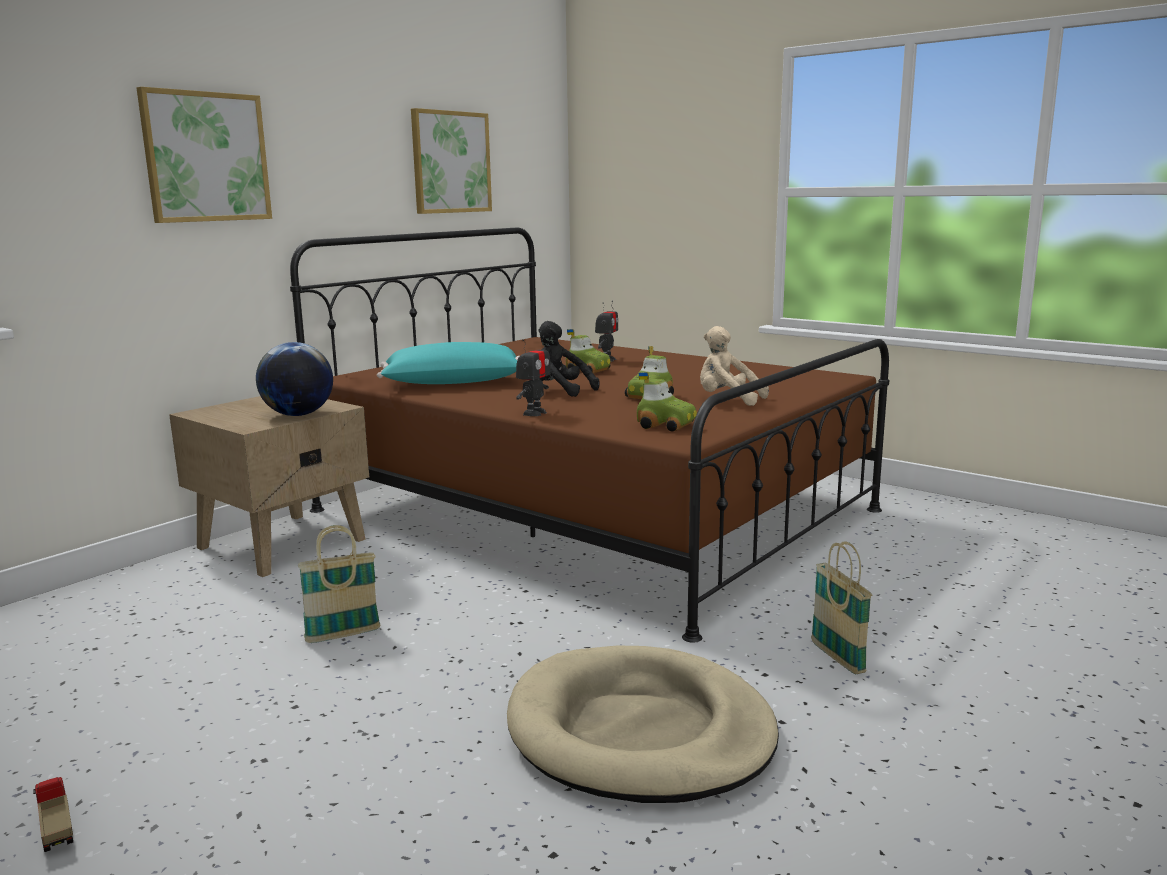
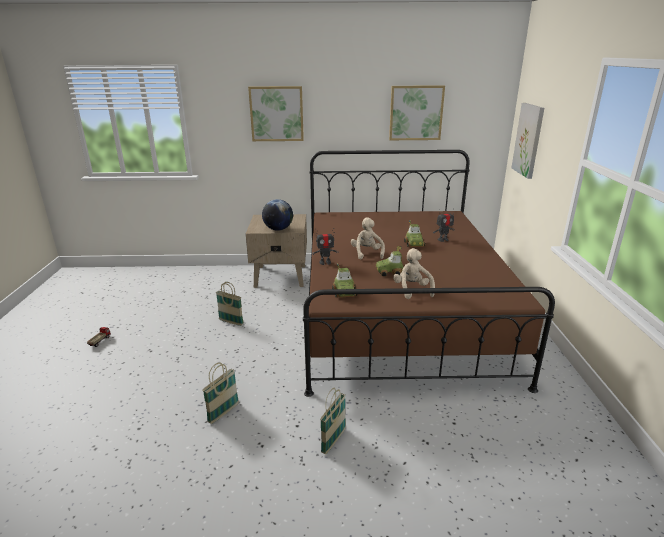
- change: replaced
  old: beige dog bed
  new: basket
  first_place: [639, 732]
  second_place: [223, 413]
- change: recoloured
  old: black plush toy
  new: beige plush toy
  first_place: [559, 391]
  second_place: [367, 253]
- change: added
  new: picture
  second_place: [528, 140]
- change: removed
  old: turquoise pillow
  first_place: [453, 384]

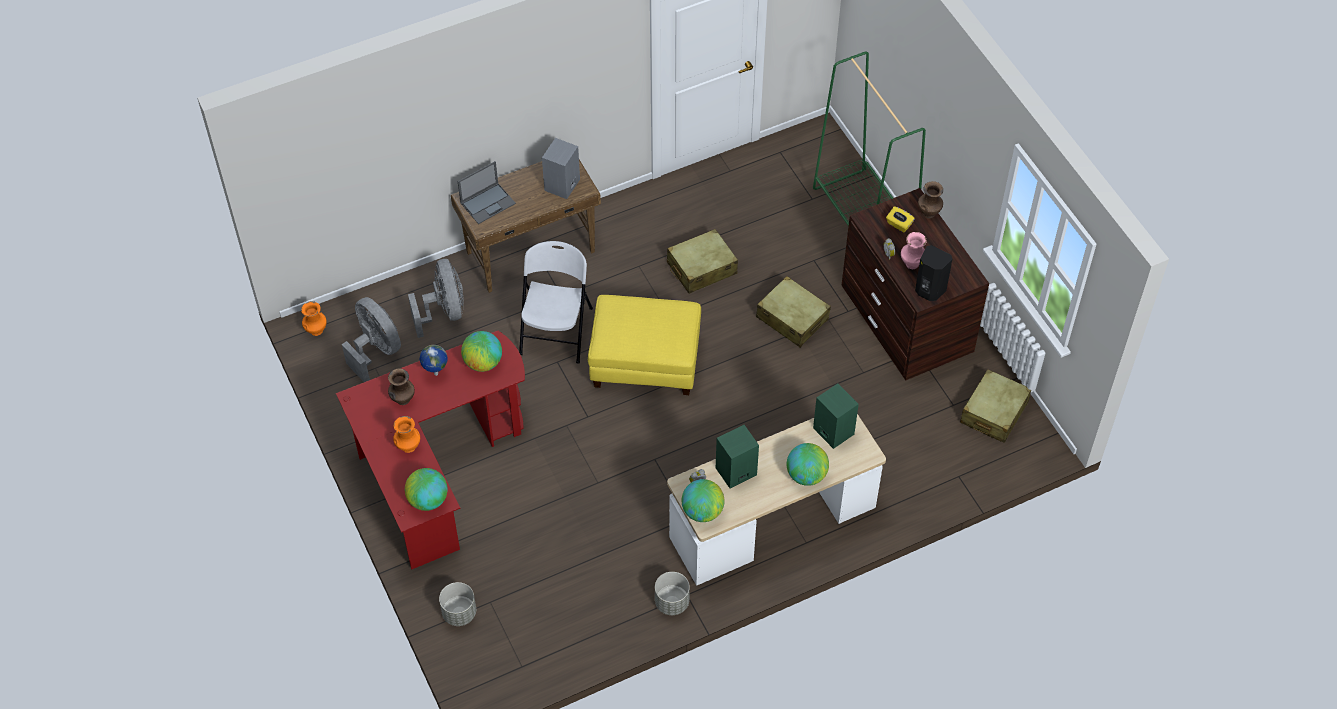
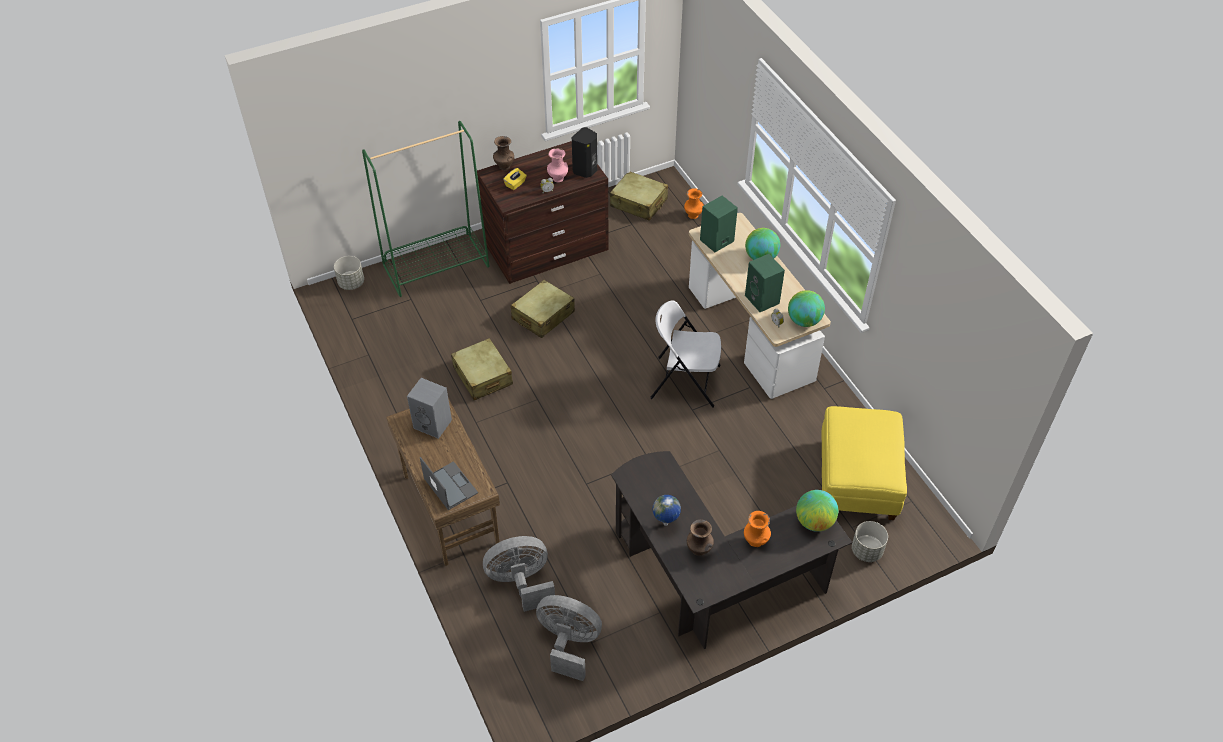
- change: moved
  old: grey planter
  first_place: [672, 602]
  second_place: [351, 283]
- change: turned
  old: grey fan
  first_place: [376, 350]
  second_place: [569, 643]
  degrees: 60
- change: recoloured
  old: red desk
  new: black desk
  first_place: [433, 467]
  second_place: [711, 581]
- change: moved
  old: white chair
  first_place: [556, 331]
  second_place: [685, 381]
- change: moved
  old: orange vase
  first_place: [316, 331]
  second_place: [693, 216]
- change: moved
  old: yellow ottoman
  first_place: [644, 362]
  second_place: [857, 480]
- change: removed
  old: globe
  first_place: [483, 362]

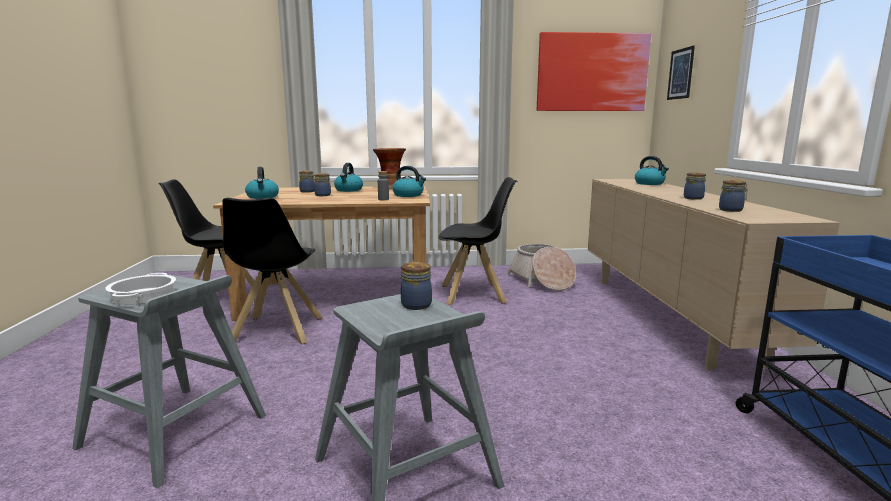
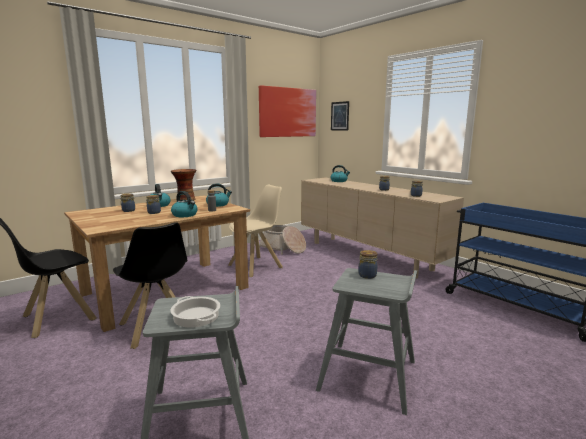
- change: moved
  old: kettle
  first_place: [262, 197]
  second_place: [185, 215]
- change: recoloured
  old: black chair
  new: beige chair
  first_place: [475, 294]
  second_place: [256, 266]

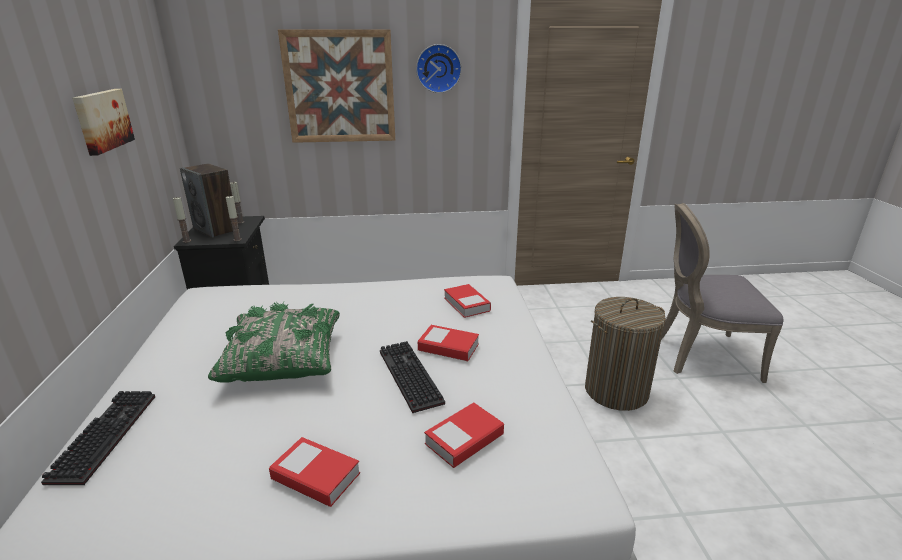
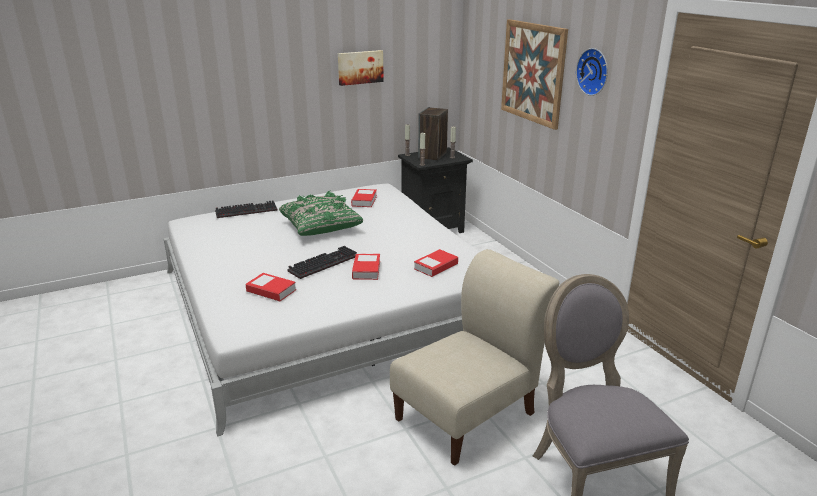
- change: moved
  old: book
  first_place: [316, 476]
  second_place: [364, 201]
- change: replaced
  old: laundry basket
  new: beige chair
  first_place: [616, 391]
  second_place: [469, 413]

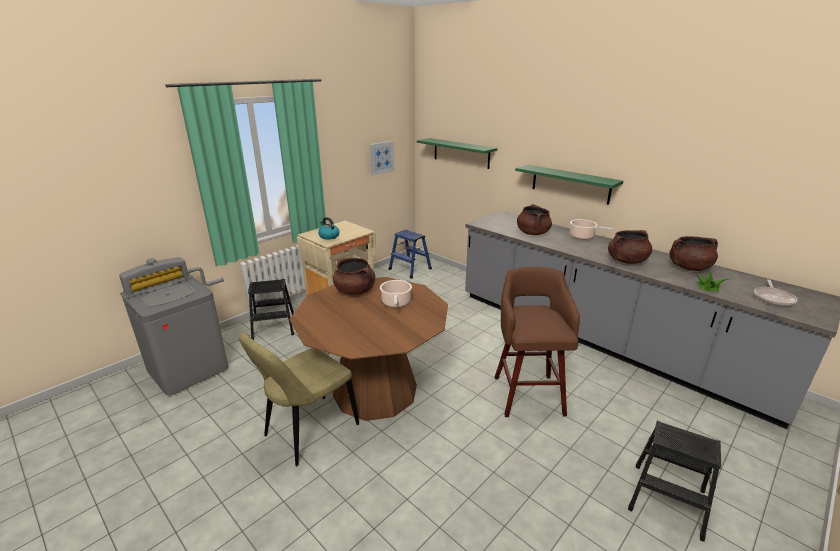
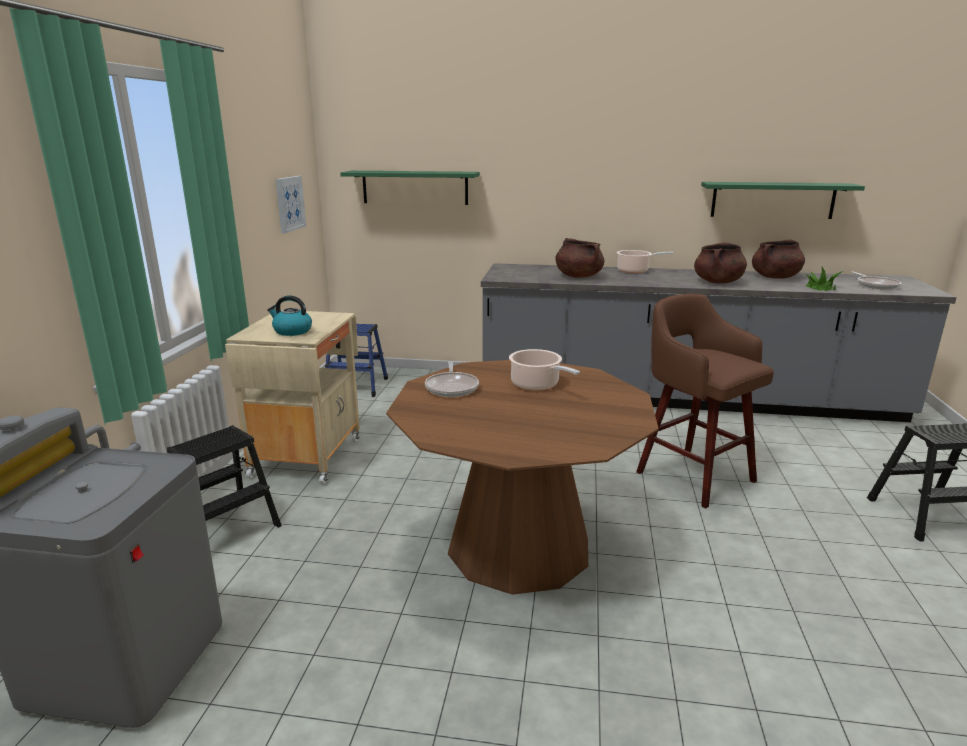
- change: replaced
  old: brown cooking pot
  new: frying pan
  first_place: [355, 291]
  second_place: [452, 387]
- change: moved
  old: green shelf
  first_place: [570, 184]
  second_place: [772, 200]
- change: removed
  old: beige chair
  first_place: [307, 432]

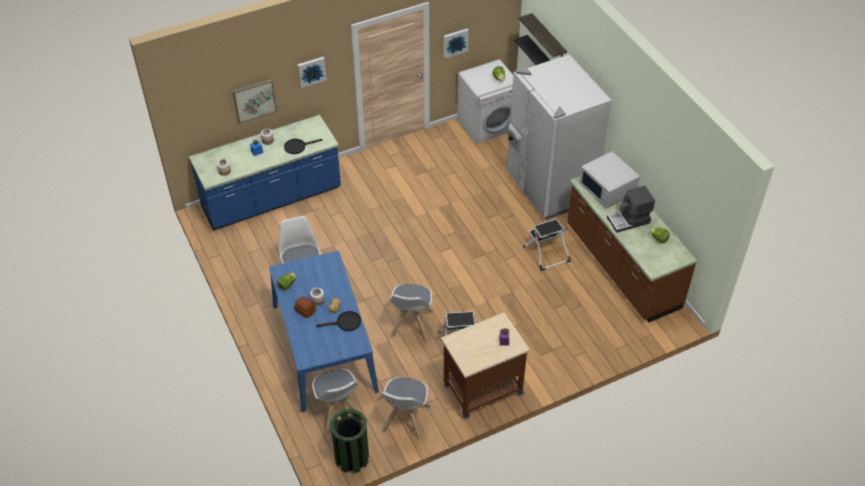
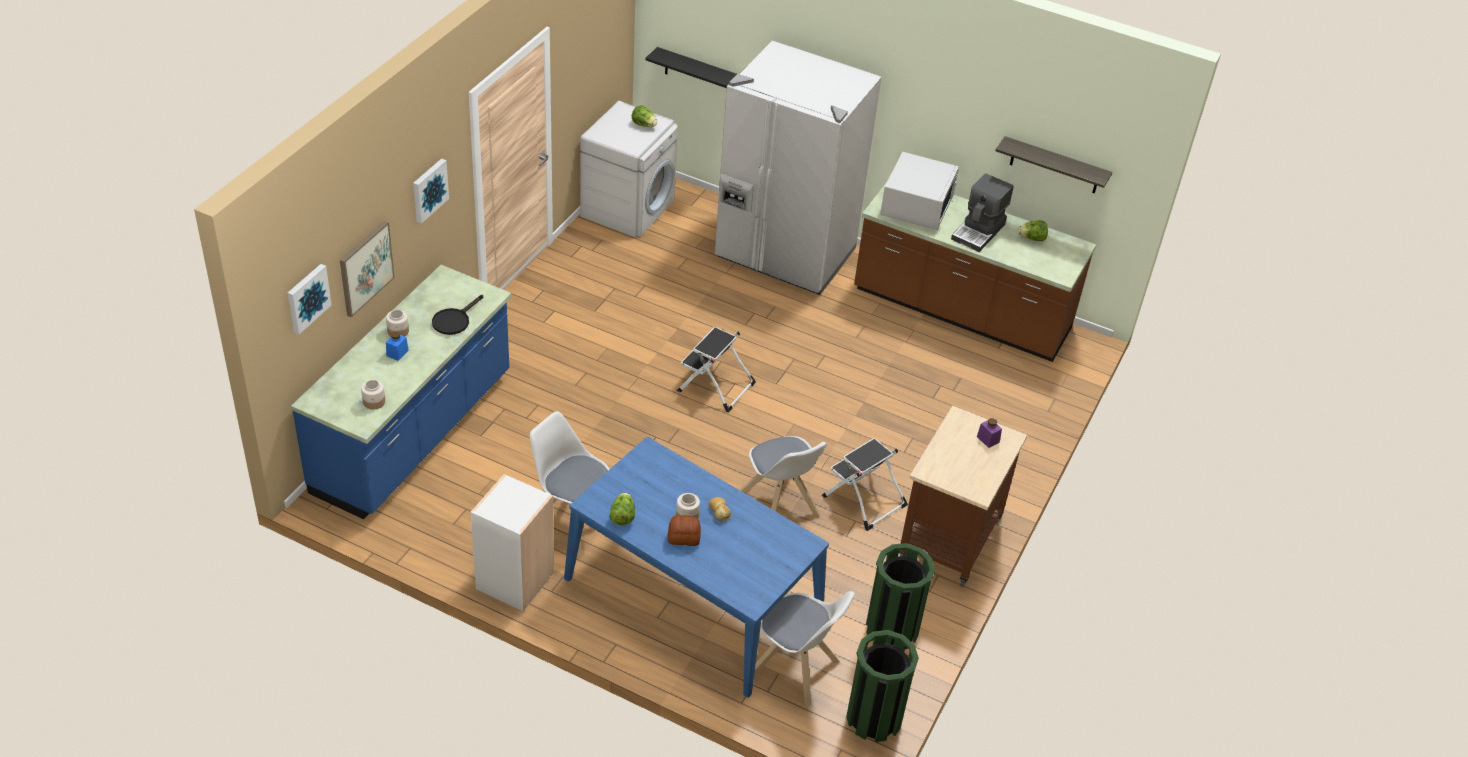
- change: moved
  old: picture
  first_place: [455, 42]
  second_place: [307, 297]
- change: added
  new: bookcase
  second_place: [514, 580]
- change: moved
  old: step ladder
  first_place: [547, 252]
  second_place: [715, 384]
- change: replaced
  old: chair
  new: green trash can
  first_place: [405, 420]
  second_place: [892, 629]
- change: turned
  old: white microwave
  first_place: [607, 189]
  second_place: [917, 205]
  degrees: -90
- change: moved
  old: shelf
  first_place: [548, 39]
  second_place: [1055, 166]
- change: removed
  old: black frying pan
  first_place: [345, 323]

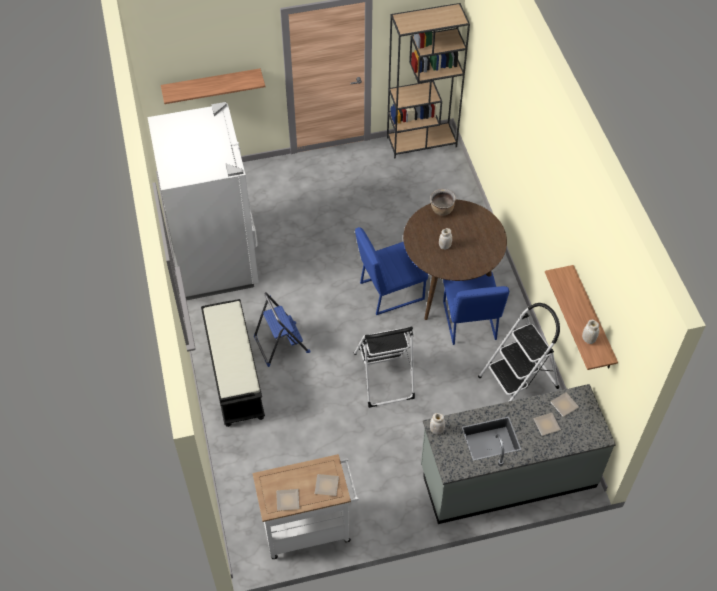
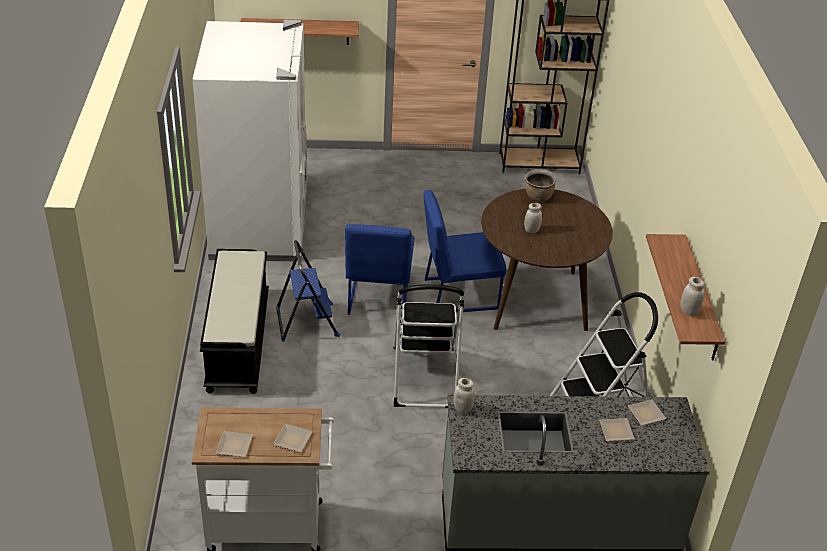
- change: moved
  old: blue chair
  first_place: [469, 322]
  second_place: [378, 297]

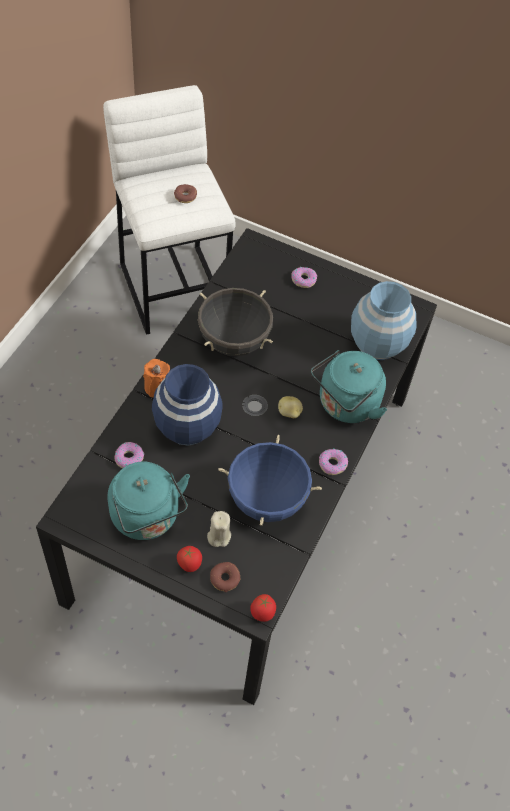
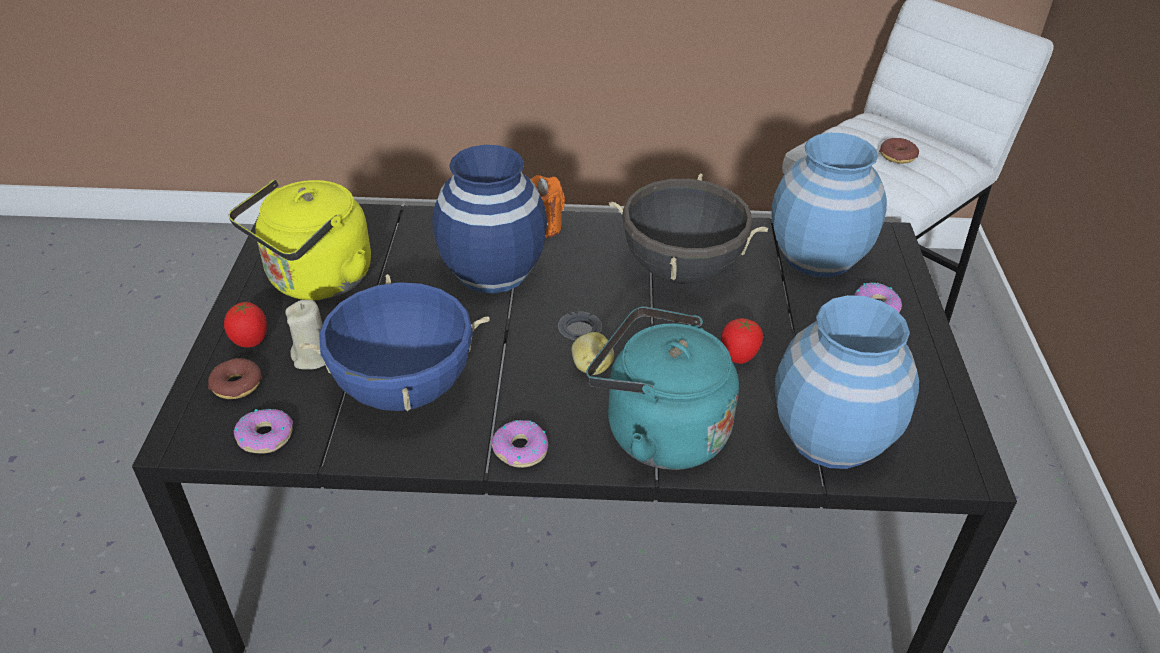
- change: recoloured
  old: turquoise kettle
  new: yellow kettle
  first_place: [147, 518]
  second_place: [316, 281]
- change: moved
  old: donut
  first_place: [129, 458]
  second_place: [265, 436]
- change: moved
  old: tomato
  first_place: [262, 614]
  second_place: [738, 358]
- change: added
  new: blue vase
  second_place: [818, 256]

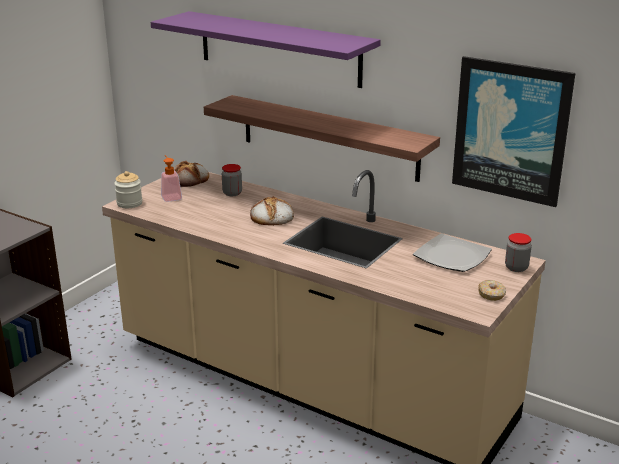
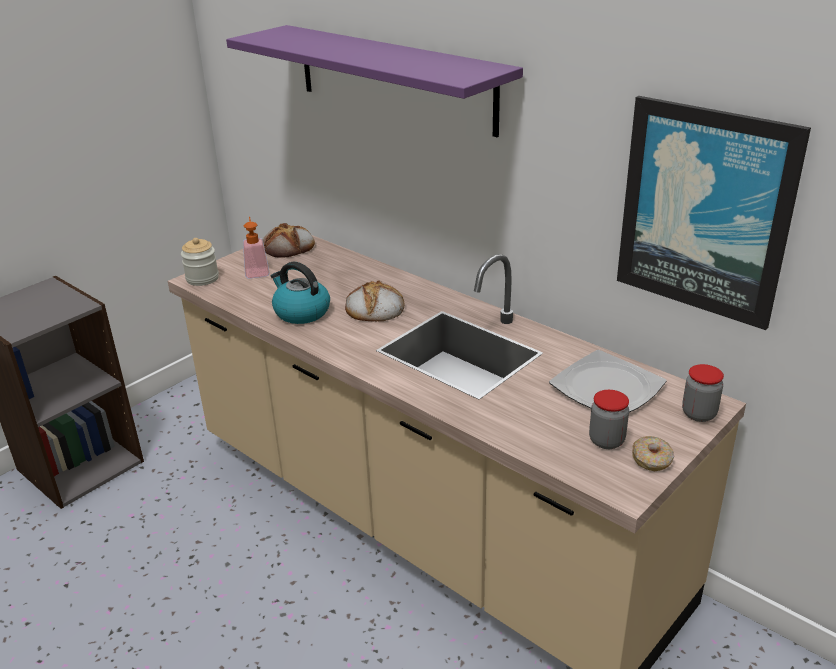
- change: added
  new: kettle
  second_place: [301, 312]
- change: moved
  old: jar
  first_place: [232, 193]
  second_place: [606, 441]
- change: removed
  old: shelf
  first_place: [328, 137]

